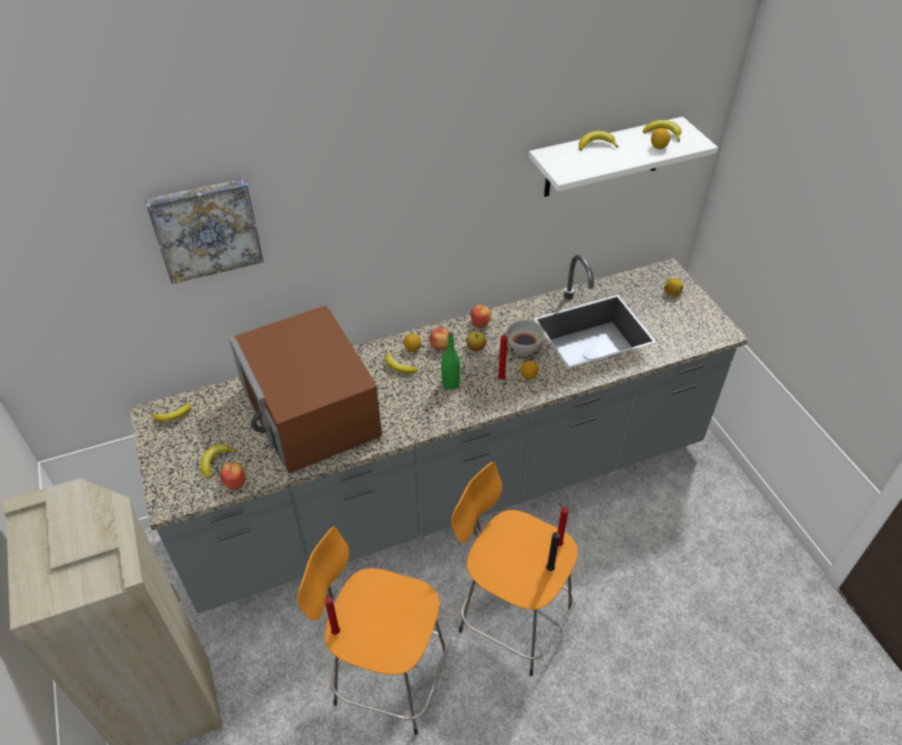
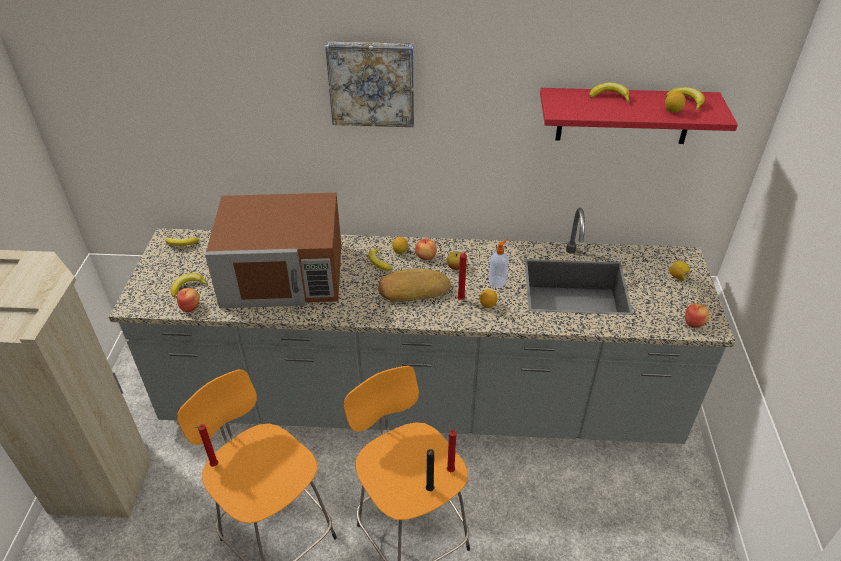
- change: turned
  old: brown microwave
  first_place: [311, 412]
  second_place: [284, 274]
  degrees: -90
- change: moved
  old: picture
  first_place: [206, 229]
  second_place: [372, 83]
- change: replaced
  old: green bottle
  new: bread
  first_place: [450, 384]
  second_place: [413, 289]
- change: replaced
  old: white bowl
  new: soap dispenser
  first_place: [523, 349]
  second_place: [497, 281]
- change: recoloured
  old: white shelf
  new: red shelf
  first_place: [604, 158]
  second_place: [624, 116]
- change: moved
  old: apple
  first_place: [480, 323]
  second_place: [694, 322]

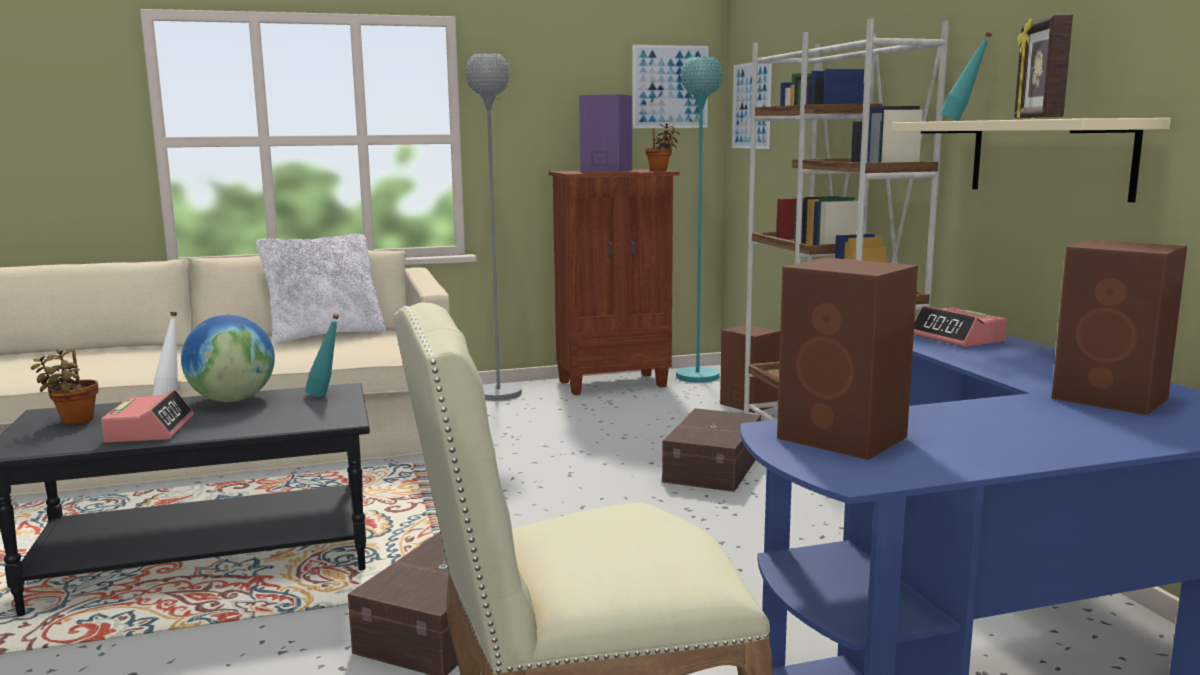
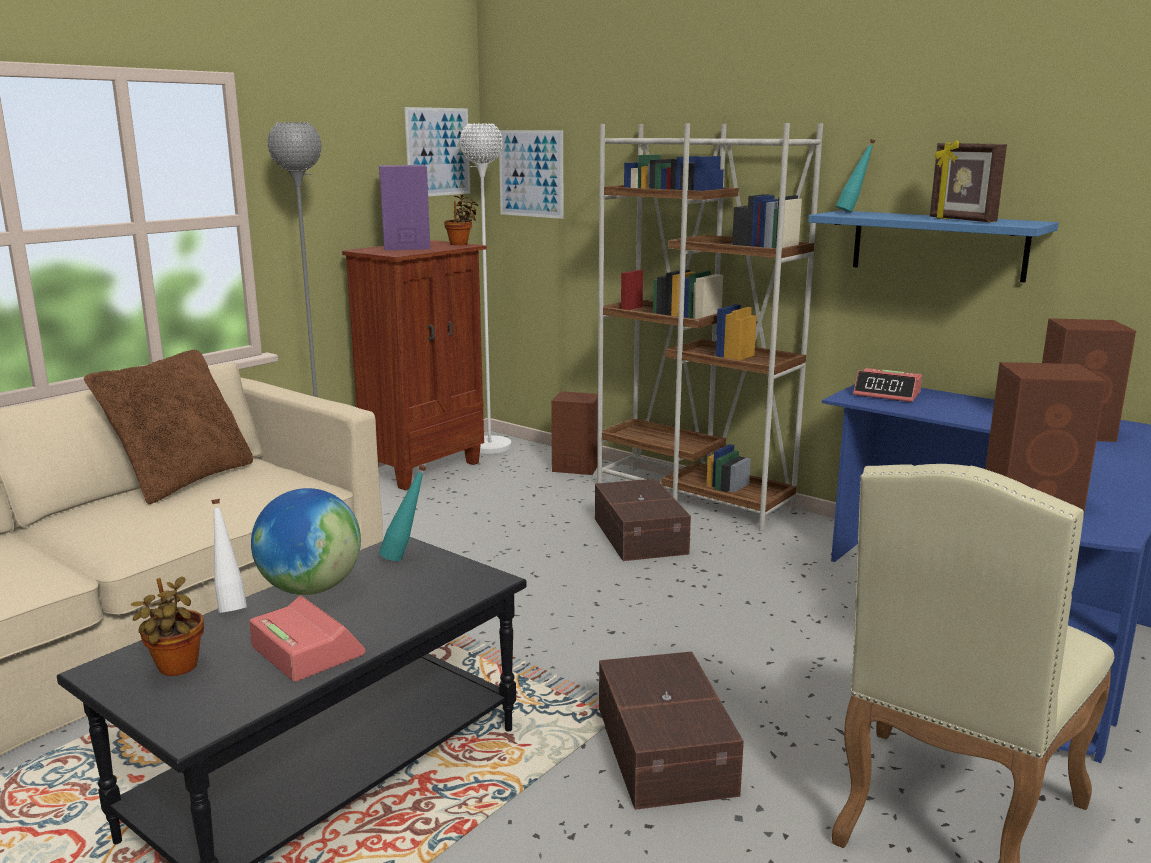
- change: recoloured
  old: white pillow
  new: brown pillow
  first_place: [326, 333]
  second_place: [183, 478]
- change: recoloured
  old: turquoise floor lamp
  new: white floor lamp
  first_place: [697, 377]
  second_place: [489, 447]
- change: recoloured
  old: beige shelf
  new: blue shelf
  first_place: [1049, 157]
  second_place: [938, 245]

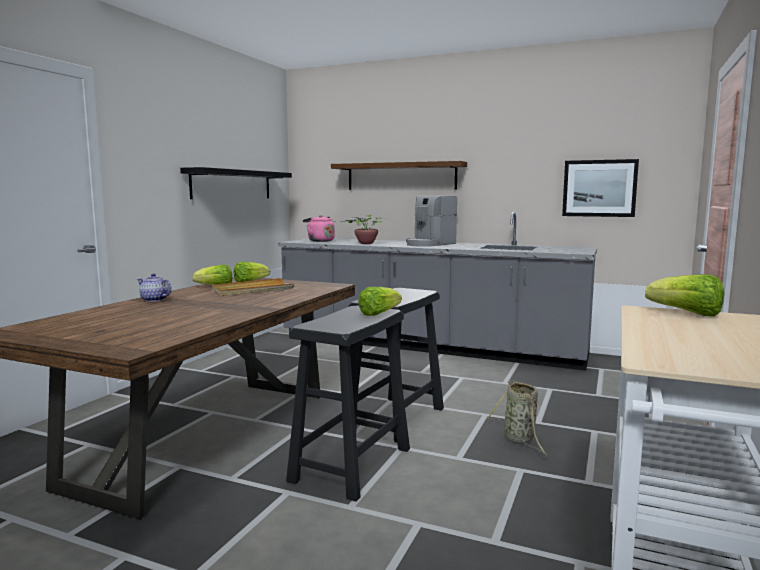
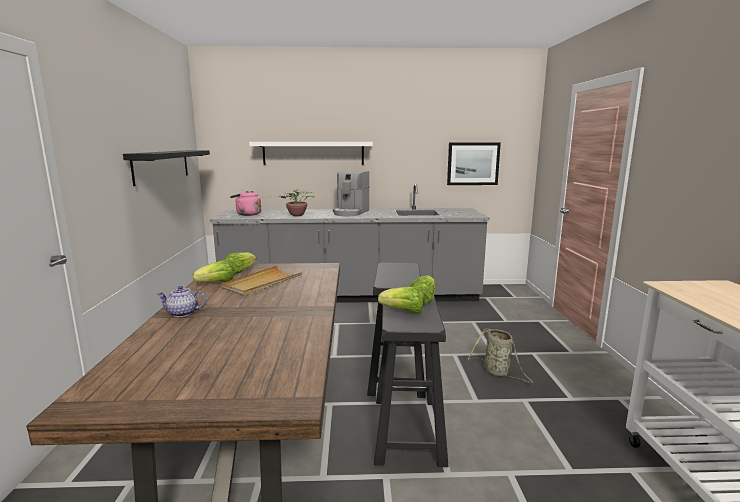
- change: recoloured
  old: brown shelf
  new: white shelf
  first_place: [401, 176]
  second_place: [313, 153]
- change: moved
  old: lettuce
  first_place: [686, 314]
  second_place: [403, 311]

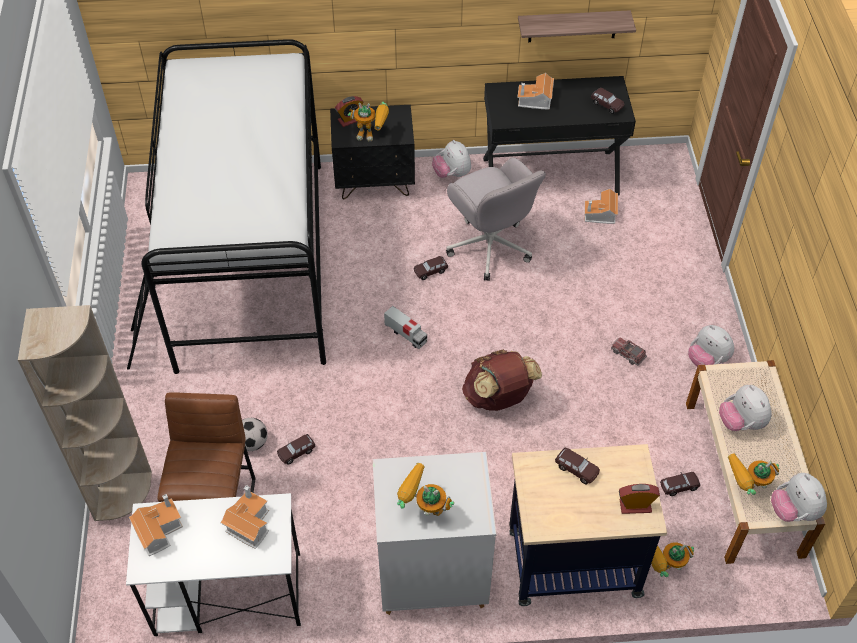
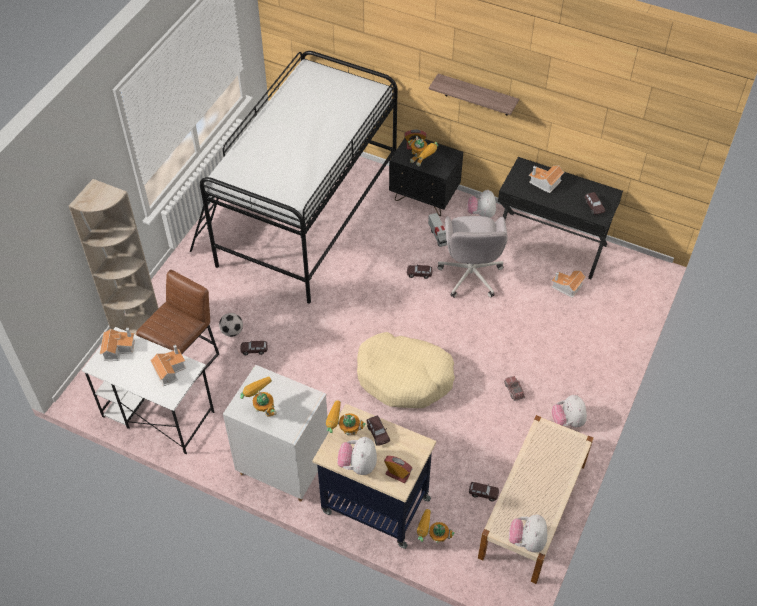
- change: moved
  old: toy robot
  first_place: [745, 490]
  second_place: [343, 433]
- change: moved
  old: plush toy
  first_place: [741, 422]
  second_place: [358, 465]
- change: replaced
  old: brown backpack
  new: beige dog bed
  first_place: [498, 398]
  second_place: [404, 377]
- change: moved
  old: toy truck
  first_place: [406, 334]
  second_place: [438, 235]
- change: moved
  old: shelf
  first_place: [572, 26]
  second_place: [477, 95]

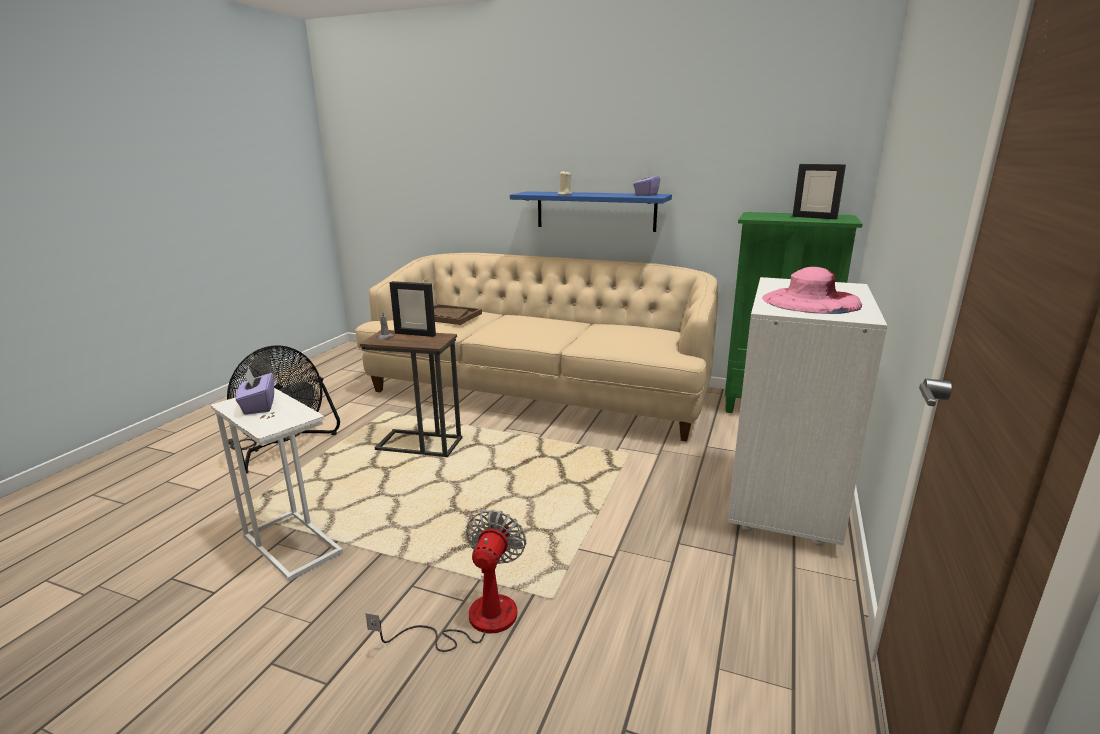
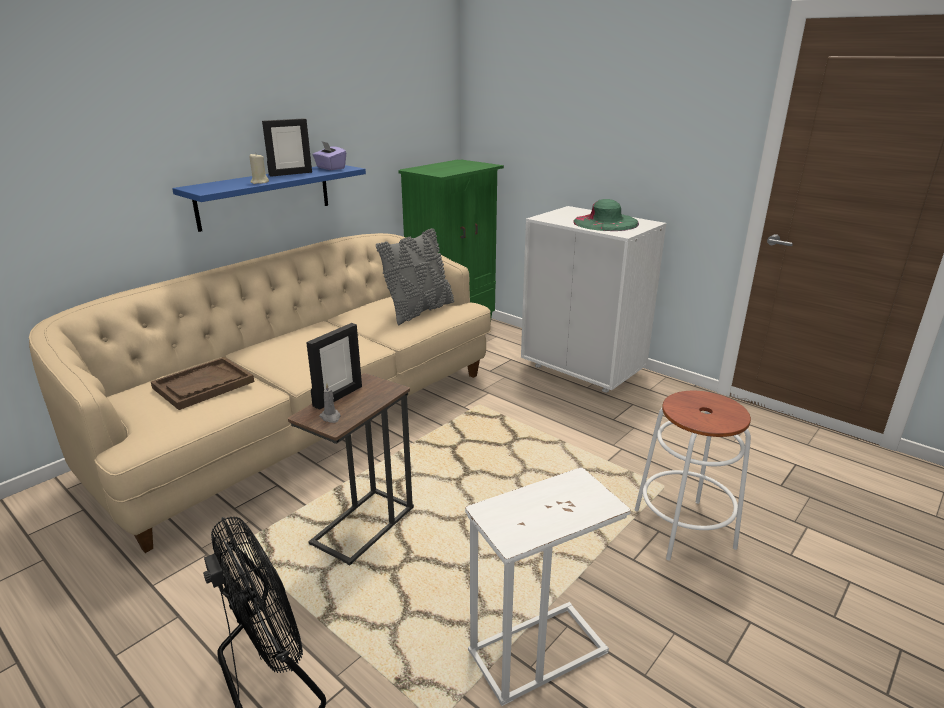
- change: moved
  old: picture frame
  first_place: [814, 217]
  second_place: [290, 173]
- change: added
  new: grey pillow
  second_place: [419, 311]
- change: recoloured
  old: pink hat
  new: green hat
  first_place: [811, 301]
  second_place: [605, 222]
- change: replaced
  old: fan
  new: white stool
  first_place: [474, 621]
  second_place: [683, 529]
- change: removed
  old: purple tissue box
  first_place: [258, 406]

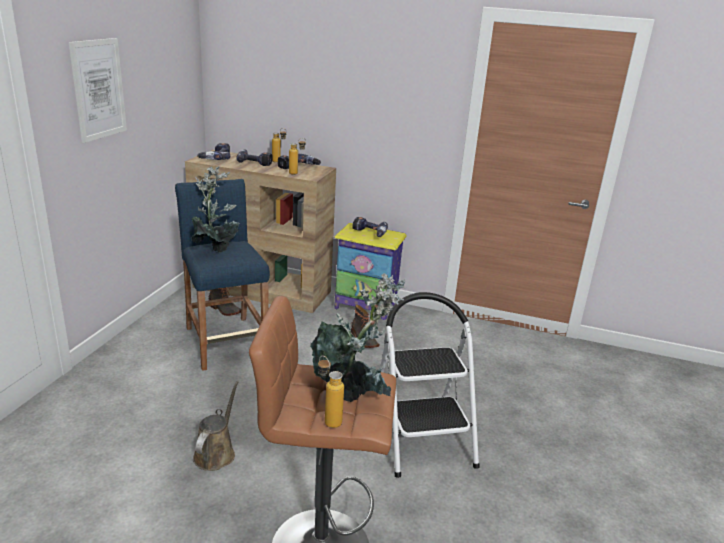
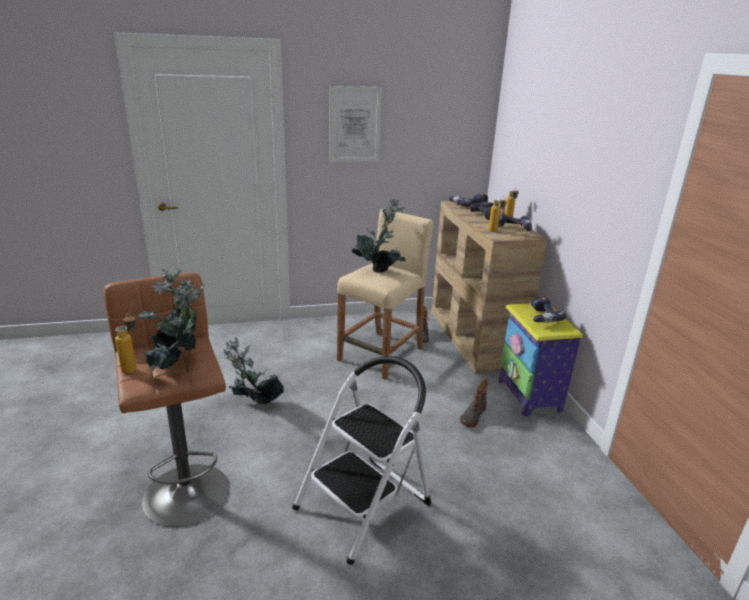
- change: replaced
  old: brown watering can
  new: potted plant
  first_place: [216, 453]
  second_place: [254, 405]
- change: recoloured
  old: blue stool
  new: beige stool
  first_place: [226, 342]
  second_place: [381, 354]

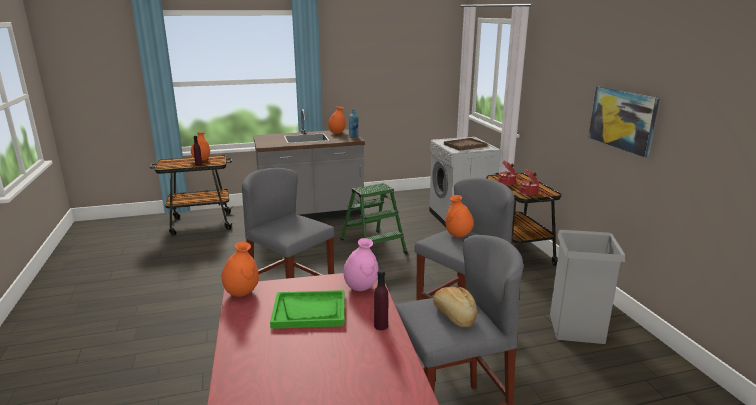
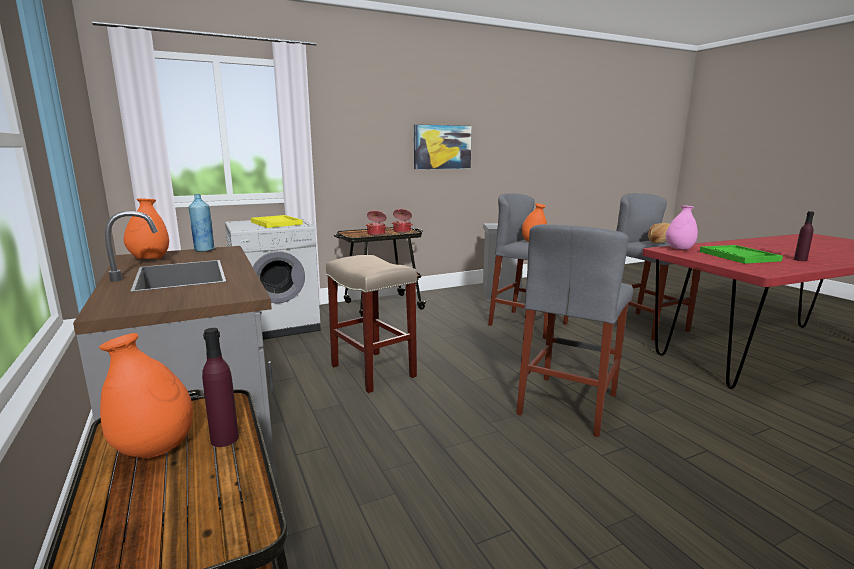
- change: recoloured
  old: brown tray
  new: yellow tray
  first_place: [465, 145]
  second_place: [276, 223]
- change: replaced
  old: green step ladder
  new: beige stool
  first_place: [372, 246]
  second_place: [372, 371]
- change: moved
  old: purple bottle
  first_place: [381, 326]
  second_place: [800, 260]
- change: removed
  old: orange vase
  first_place: [242, 293]

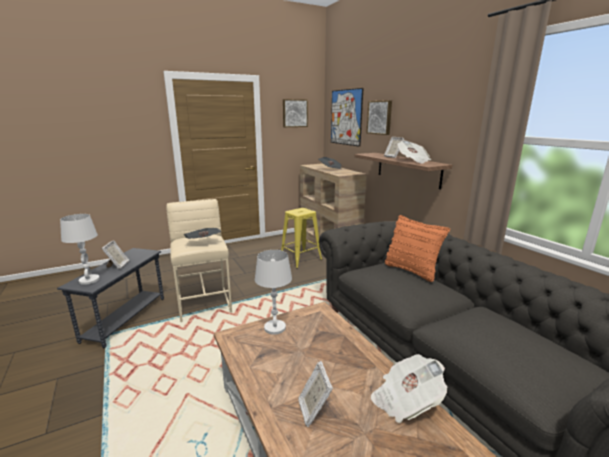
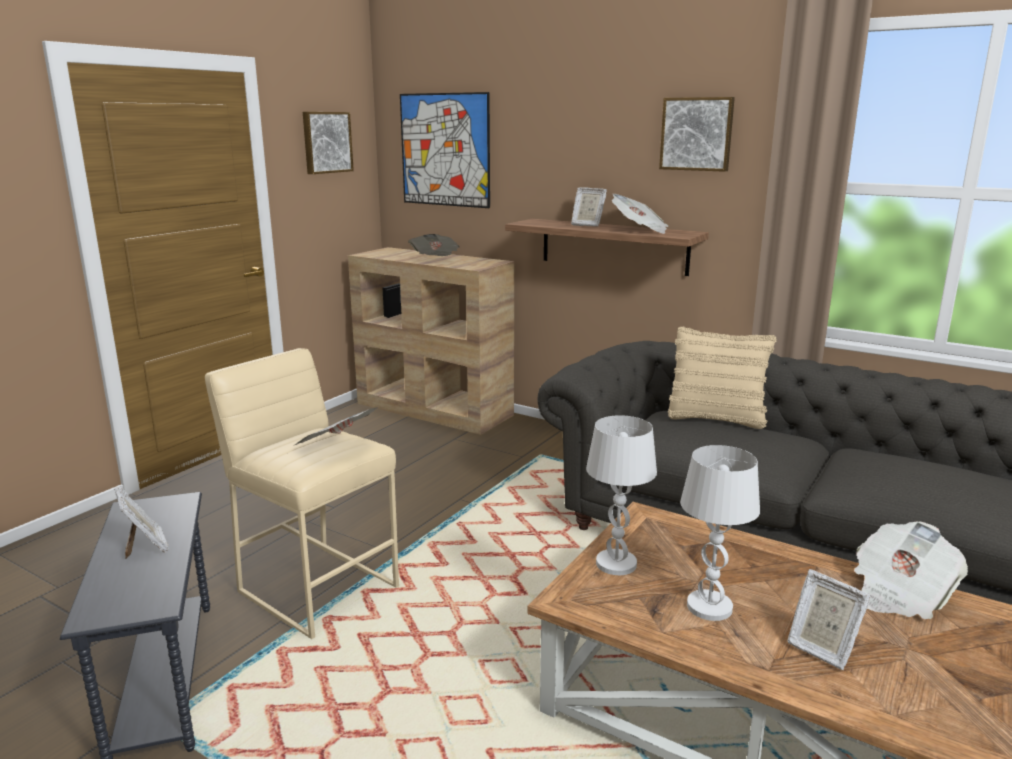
- change: moved
  old: picture
  first_place: [380, 117]
  second_place: [697, 134]
- change: recoloured
  old: orange pillow
  new: beige pillow
  first_place: [412, 271]
  second_place: [716, 419]
- change: moved
  old: white table lamp
  first_place: [89, 280]
  second_place: [708, 607]
- change: removed
  old: yellow stool
  first_place: [300, 259]

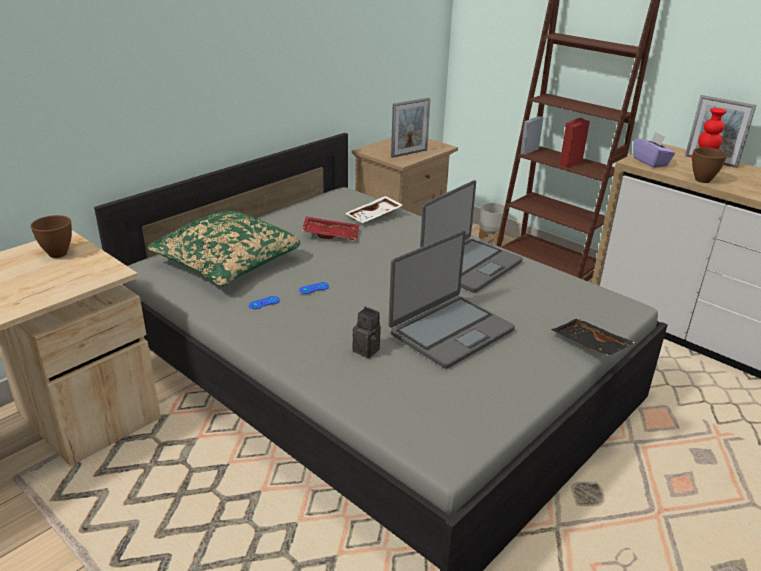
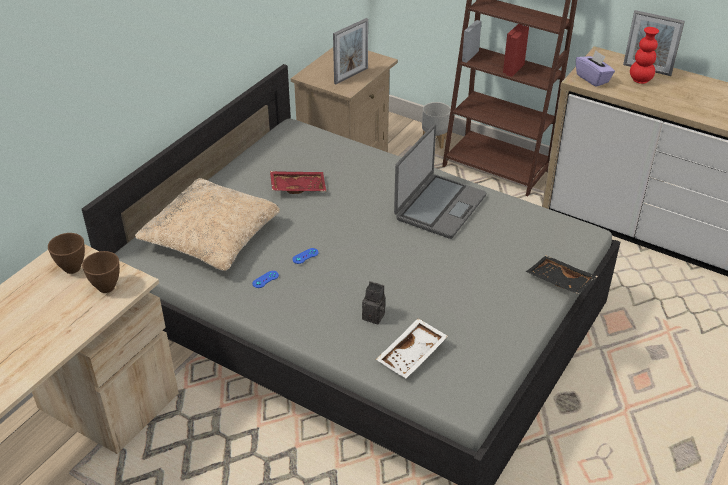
- change: moved
  old: brown bowl
  first_place: [701, 180]
  second_place: [105, 288]
- change: recoloured
  old: green pillow
  new: beige pillow
  first_place: [229, 261]
  second_place: [212, 235]
- change: moved
  old: white tray
  first_place: [374, 216]
  second_place: [413, 355]
- change: removed
  old: laptop
  first_place: [450, 331]

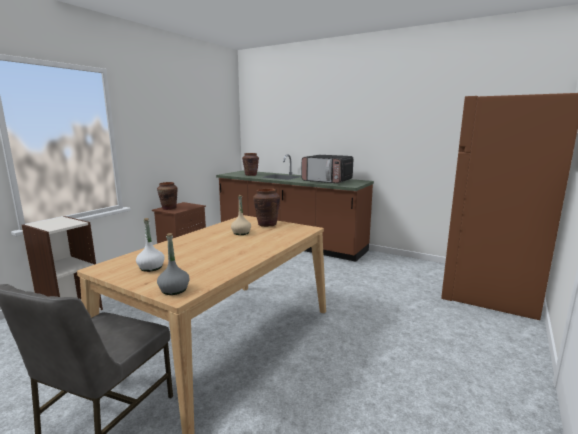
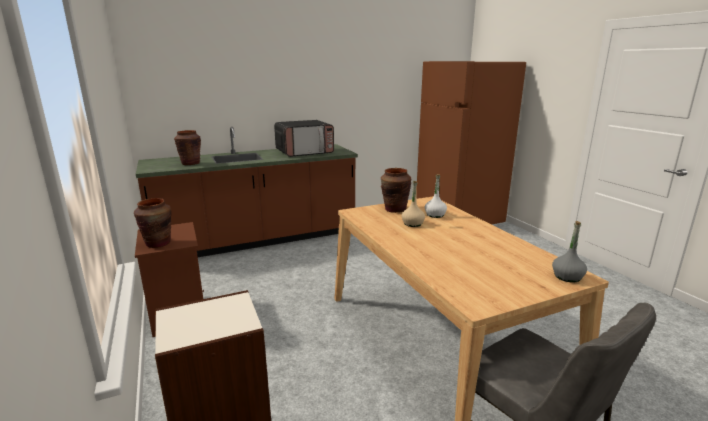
- change: moved
  old: white bottle
  first_place: [151, 268]
  second_place: [435, 215]

